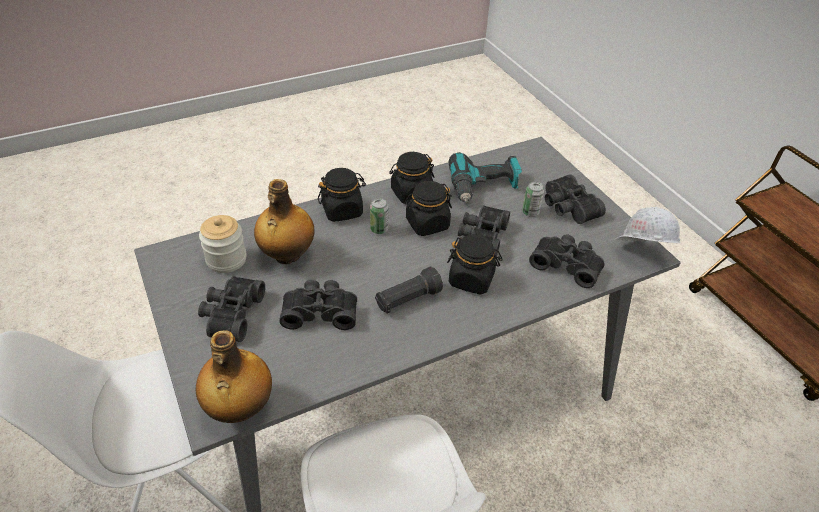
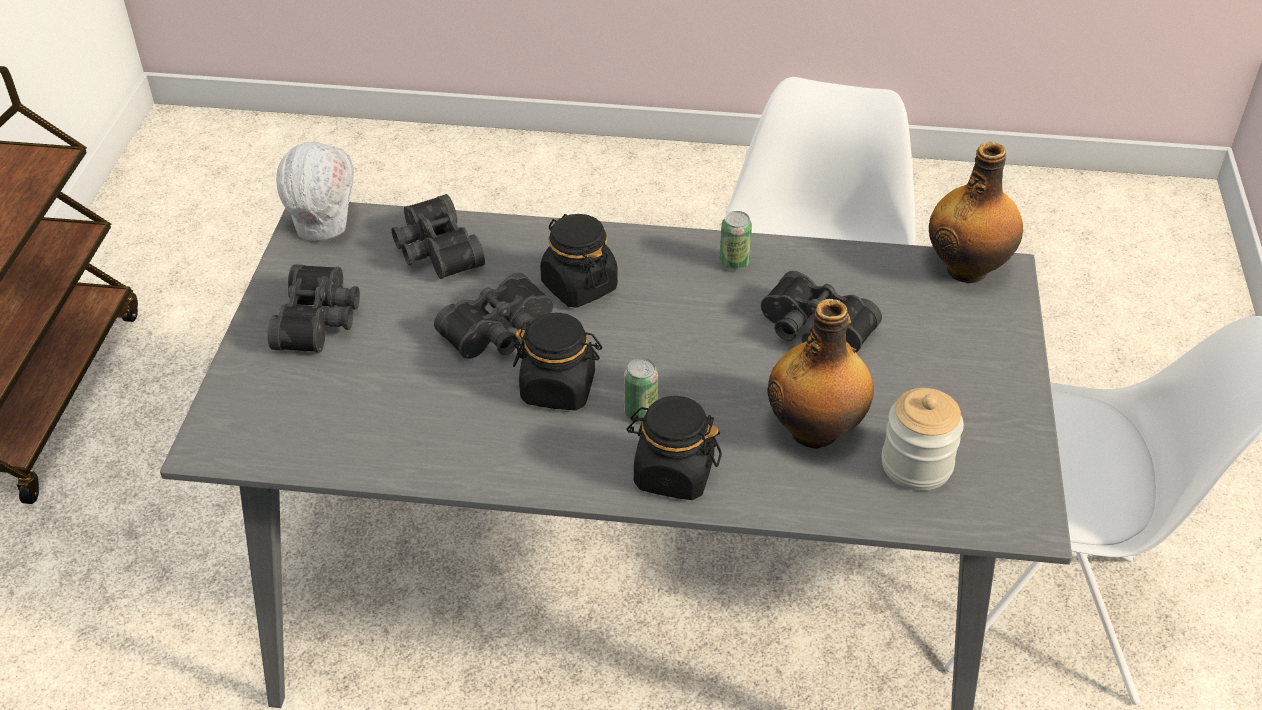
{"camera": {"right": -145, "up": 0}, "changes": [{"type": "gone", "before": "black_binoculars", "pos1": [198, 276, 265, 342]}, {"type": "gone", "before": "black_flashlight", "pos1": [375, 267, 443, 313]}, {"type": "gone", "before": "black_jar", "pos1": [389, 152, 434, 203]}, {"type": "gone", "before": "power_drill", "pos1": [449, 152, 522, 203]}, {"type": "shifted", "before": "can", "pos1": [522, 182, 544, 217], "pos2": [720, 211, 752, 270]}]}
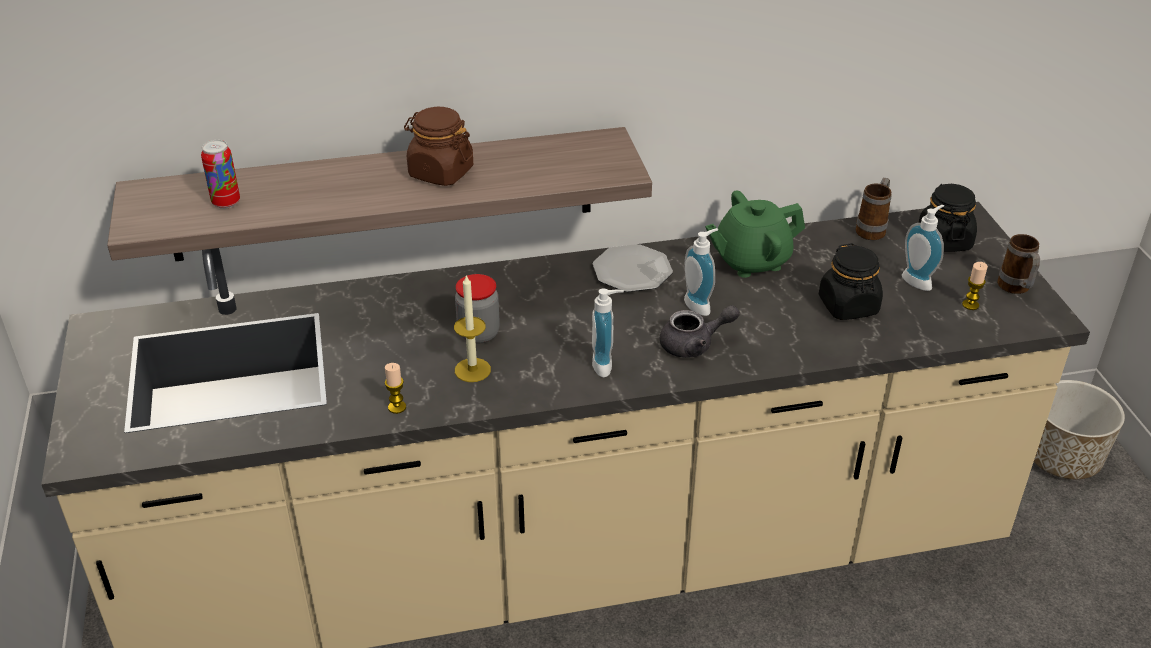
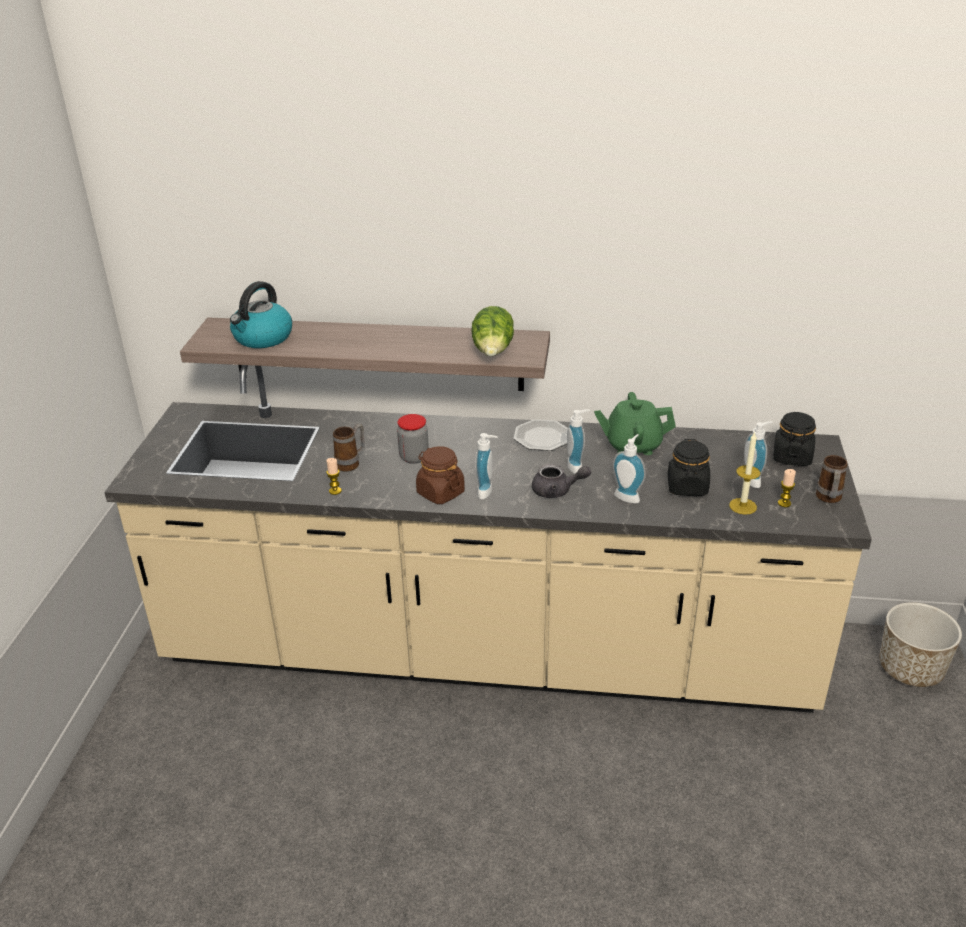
{"camera": {"right": 20, "up": -5}, "changes": [{"type": "new", "after": "lettuce", "pos2": [471, 306, 514, 357]}, {"type": "new", "after": "soap_dispenser", "pos2": [613, 434, 646, 503]}, {"type": "shifted", "before": "brown_jar", "pos1": [404, 107, 473, 186], "pos2": [416, 446, 465, 504]}, {"type": "shifted", "before": "candle", "pos1": [454, 274, 491, 382], "pos2": [729, 432, 760, 515]}, {"type": "shifted", "before": "mug", "pos1": [856, 178, 892, 240], "pos2": [333, 424, 365, 472]}, {"type": "swapped", "before": "can", "after": "kettle", "pos1": [201, 140, 240, 209], "pos2": [230, 281, 292, 348]}]}
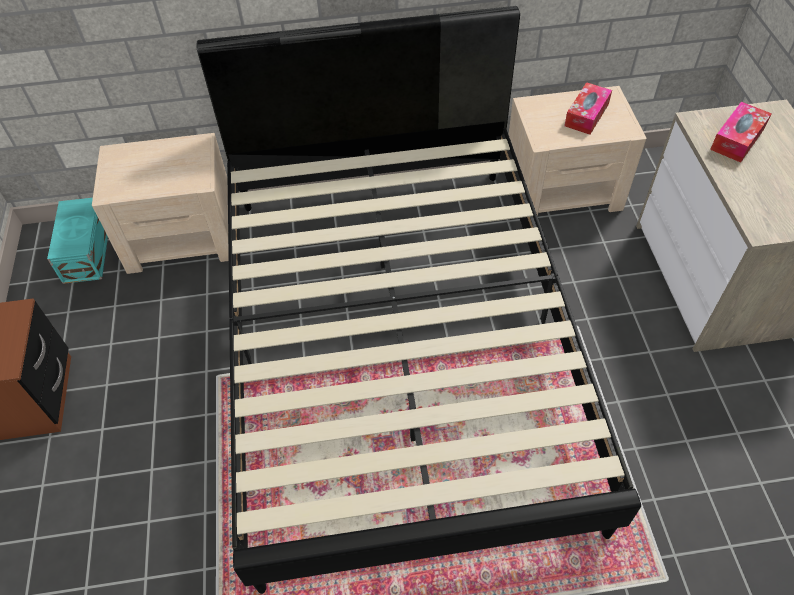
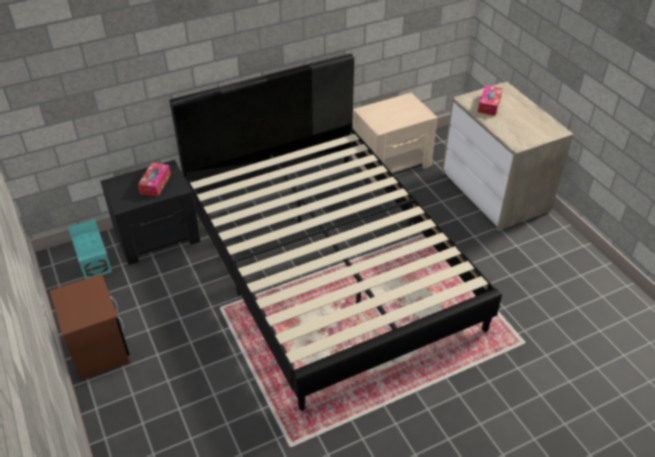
{"camera": {"right": -20, "up": -10}, "changes": [{"type": "shifted", "before": "tissue_box", "pos1": [564, 82, 612, 135], "pos2": [138, 163, 171, 197]}, {"type": "repainted", "before": "beige_nightstand", "after": "black_nightstand", "pos1": [92, 133, 229, 274], "pos2": [100, 160, 200, 265]}]}
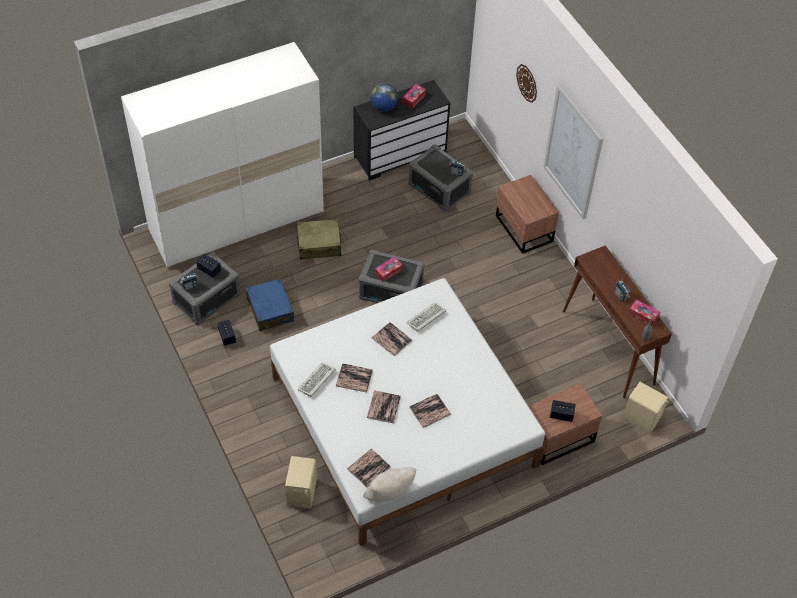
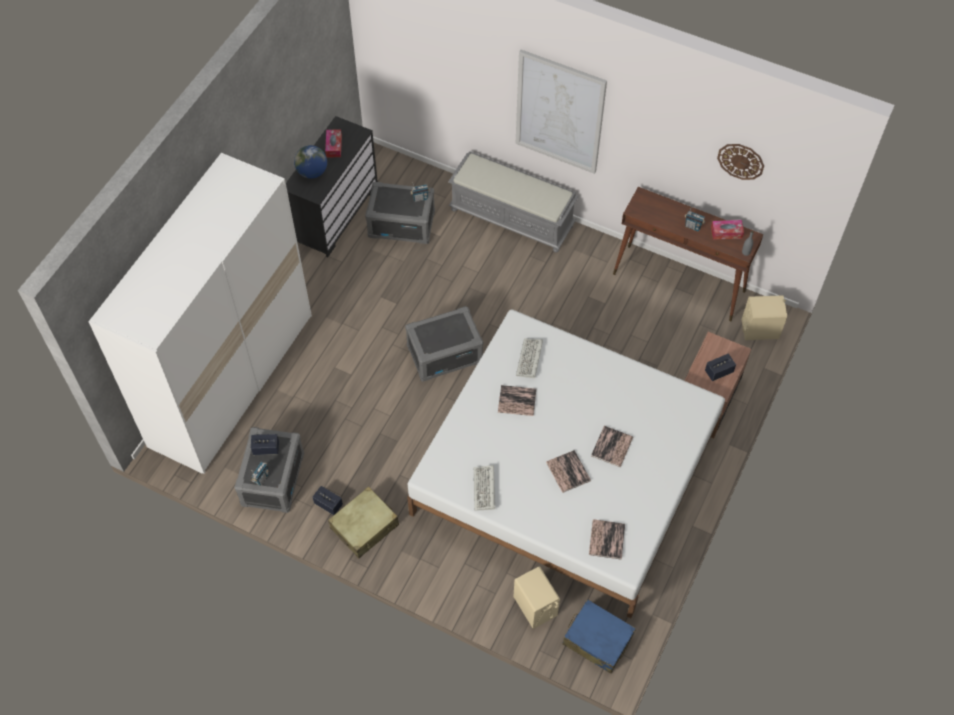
{"camera": {"right": -35, "up": 5}, "changes": [{"type": "gone", "before": "book", "pos1": [336, 363, 373, 393]}, {"type": "gone", "before": "beige_pillow", "pos1": [363, 467, 417, 501]}, {"type": "gone", "before": "tissue_box", "pos1": [375, 256, 403, 282]}, {"type": "shifted", "before": "blue_suitcase", "pos1": [246, 279, 294, 331], "pos2": [562, 599, 636, 674]}, {"type": "shifted", "before": "beige_suitcase", "pos1": [297, 219, 344, 260], "pos2": [328, 486, 399, 558]}, {"type": "shifted", "before": "wall_clock", "pos1": [516, 64, 537, 103], "pos2": [717, 144, 764, 180]}, {"type": "swapped", "before": "brown_nightstand", "after": "grey_bench", "pos1": [496, 175, 559, 254], "pos2": [448, 151, 579, 252]}]}
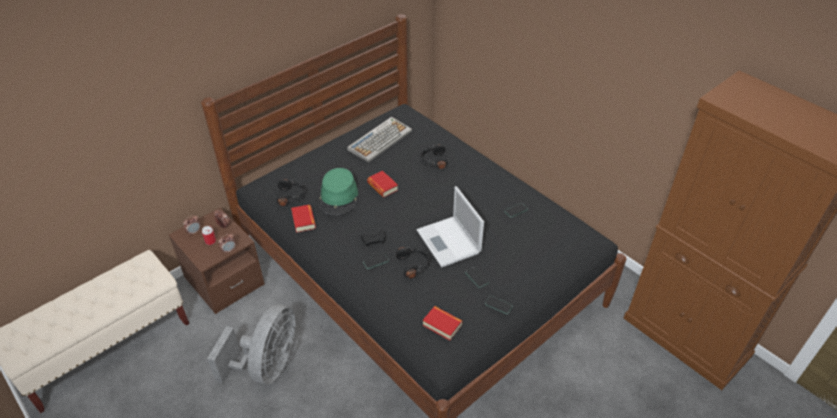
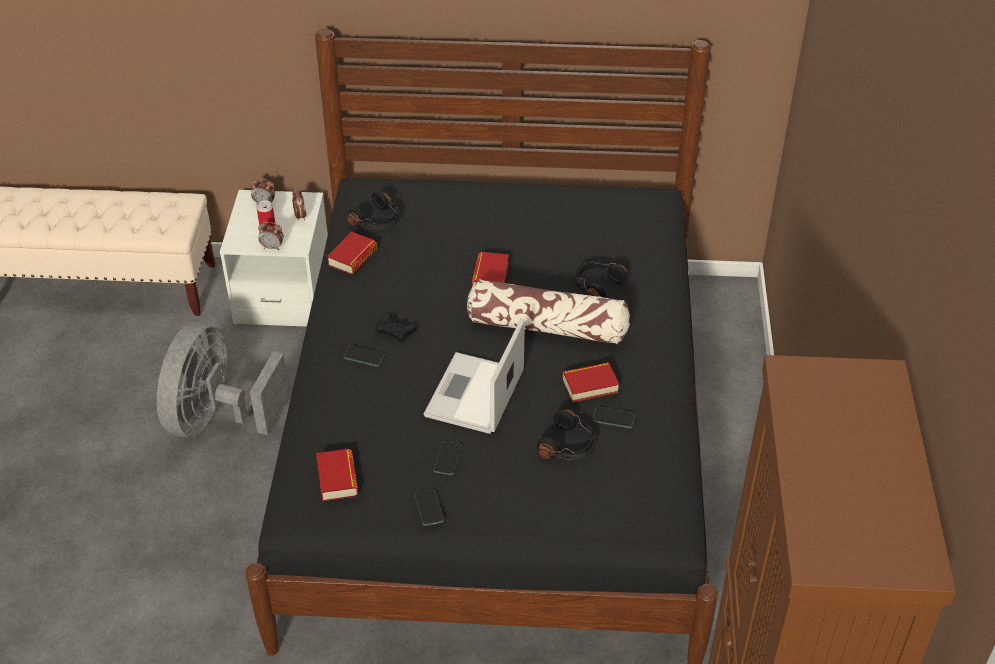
{"camera": {"right": 45, "up": 0}, "changes": [{"type": "gone", "before": "green_hat", "pos1": [319, 168, 358, 216]}, {"type": "gone", "before": "keyboard", "pos1": [347, 117, 412, 163]}, {"type": "new", "after": "pillow", "pos2": [467, 279, 630, 344]}, {"type": "new", "after": "book", "pos2": [562, 362, 619, 403]}, {"type": "shifted", "before": "black_headphones", "pos1": [396, 247, 430, 279], "pos2": [537, 409, 595, 460]}, {"type": "repainted", "before": "brown_nightstand", "after": "white_nightstand", "pos1": [169, 207, 265, 314], "pos2": [220, 190, 328, 327]}, {"type": "rotated", "before": "grey_fan", "pos1": [207, 304, 295, 385], "pos2": [157, 322, 290, 437], "turn": 135}]}
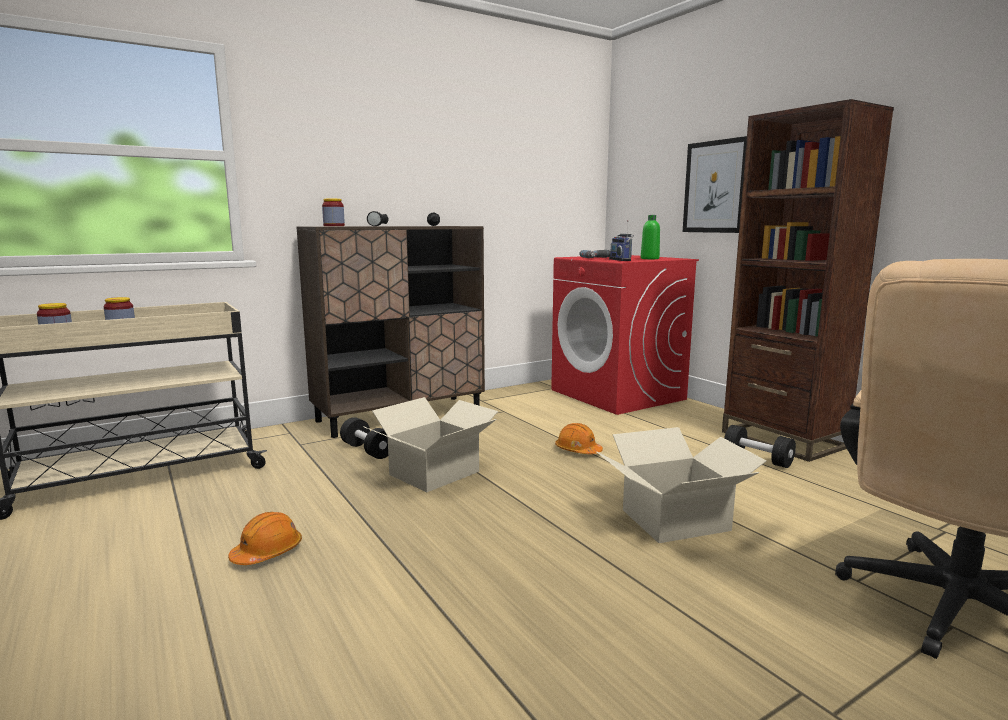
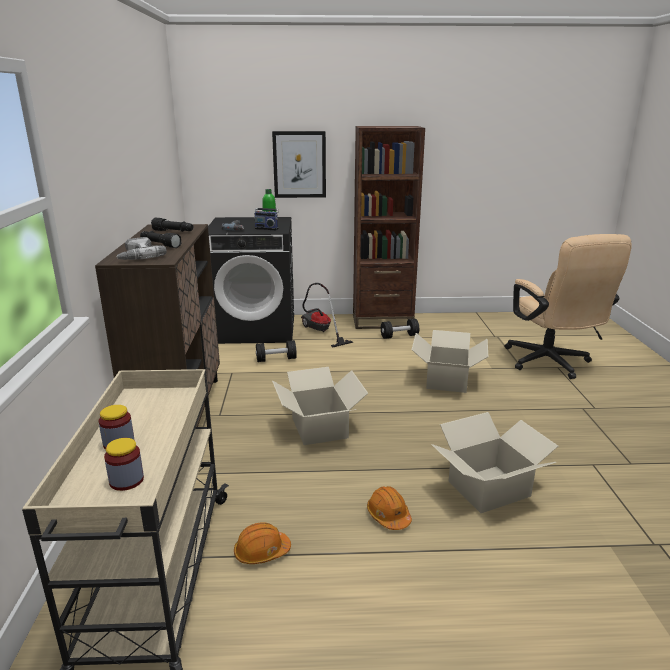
{"camera": {"right": -60, "up": 10}, "changes": [{"type": "new", "after": "vacuum_cleaner", "pos2": [301, 283, 353, 347]}, {"type": "new", "after": "cardboard_box", "pos2": [431, 412, 558, 513]}, {"type": "shifted", "before": "black_dumbbell", "pos1": [340, 417, 388, 459], "pos2": [256, 340, 297, 362]}, {"type": "shifted", "before": "orange_hard_hat", "pos1": [555, 423, 603, 454], "pos2": [234, 522, 291, 564]}, {"type": "swapped", "before": "jar", "after": "power_drill", "pos1": [322, 199, 345, 226], "pos2": [117, 237, 166, 260]}, {"type": "repainted", "before": "red_washing_machine", "after": "black_washing_machine", "pos1": [551, 255, 699, 415], "pos2": [208, 217, 294, 344]}]}
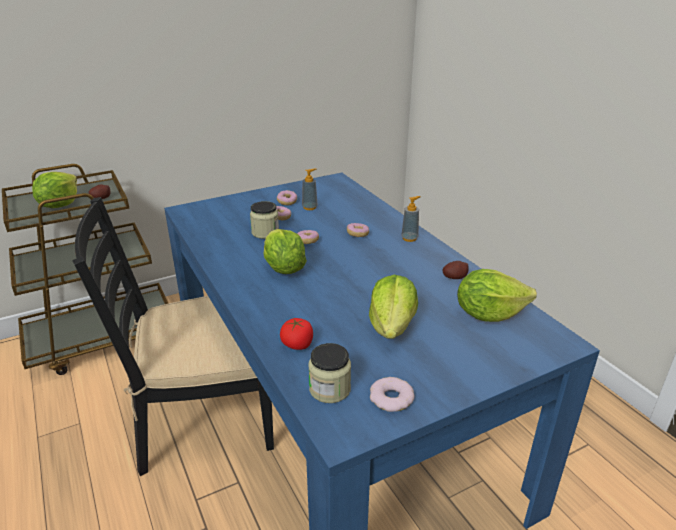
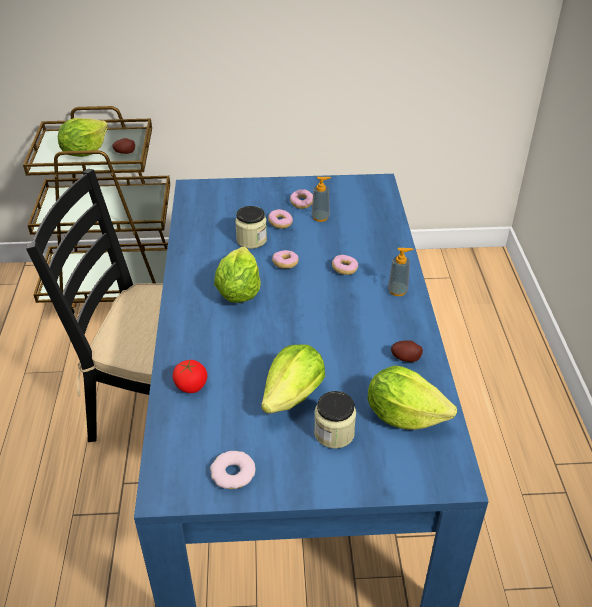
{"camera": {"right": 25, "up": 10}, "changes": [{"type": "shifted", "before": "jar", "pos1": [308, 343, 351, 403], "pos2": [314, 391, 356, 449]}]}
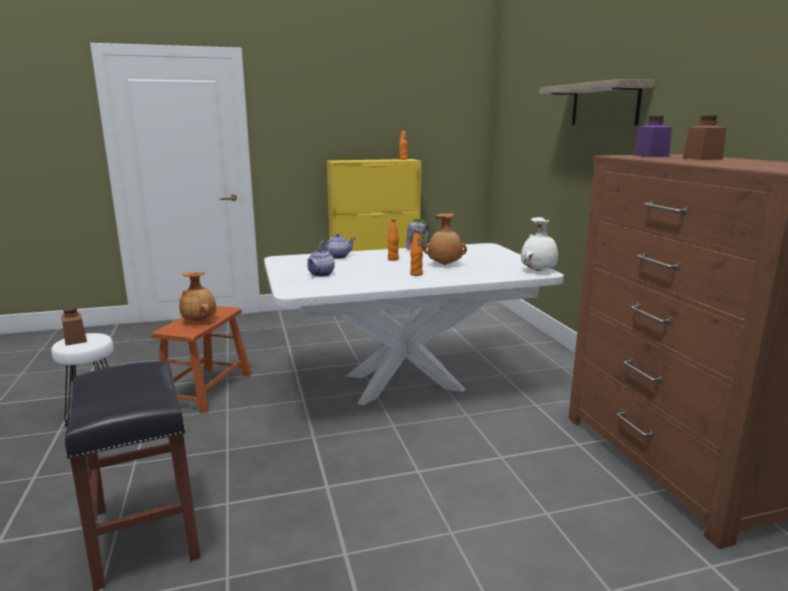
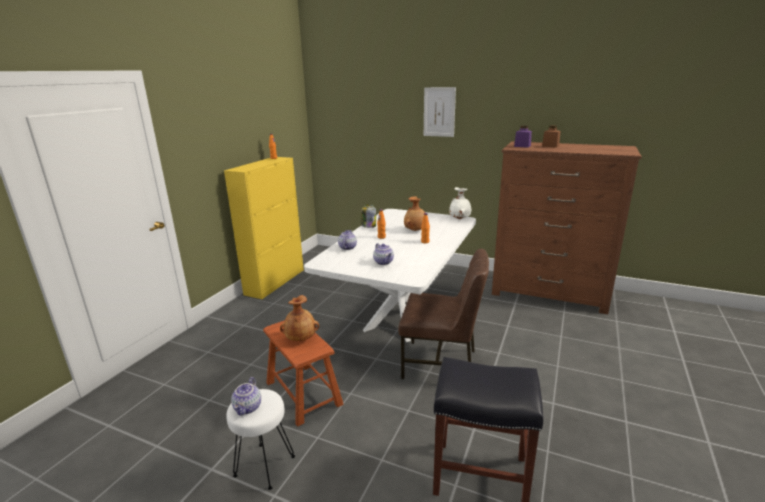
{"camera": {"right": -50, "up": 5}, "changes": [{"type": "new", "after": "brown_chair", "pos2": [398, 249, 489, 379]}, {"type": "swapped", "before": "brown_jar", "after": "teapot", "pos1": [61, 307, 87, 346], "pos2": [231, 377, 261, 416]}, {"type": "swapped", "before": "shelf", "after": "picture", "pos1": [539, 79, 654, 125], "pos2": [424, 87, 456, 137]}]}
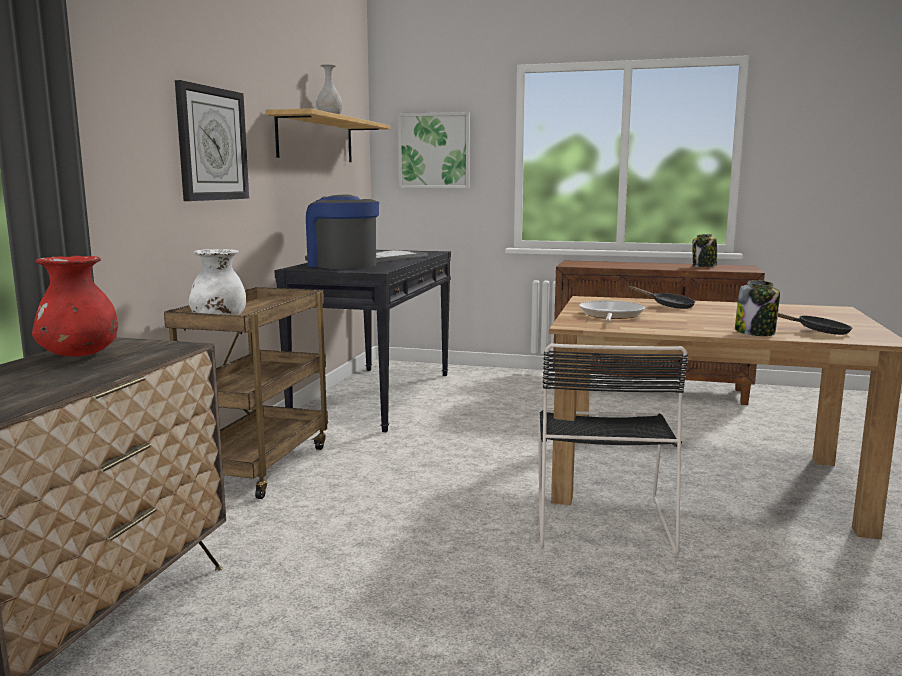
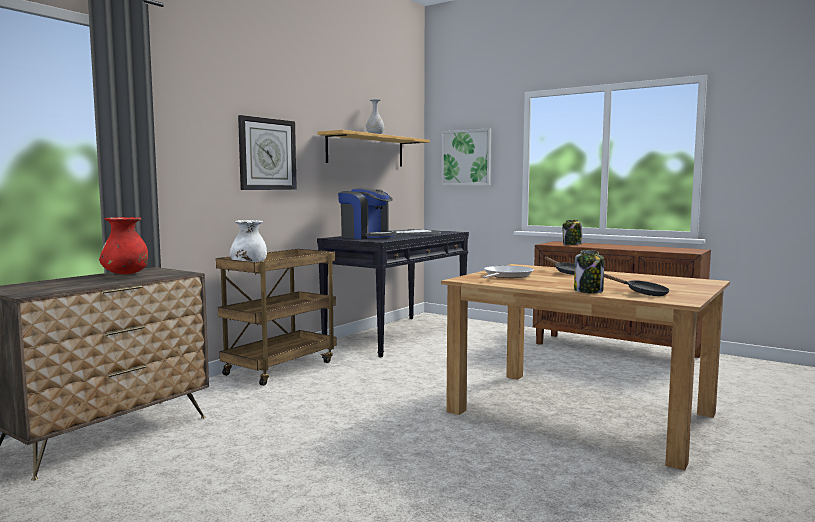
{"camera": {"right": 20, "up": -5}, "changes": [{"type": "gone", "before": "black_chair", "pos1": [538, 343, 688, 556]}, {"type": "shifted", "before": "jar", "pos1": [693, 234, 717, 267], "pos2": [562, 220, 583, 245]}, {"type": "rotated", "before": "coffee_machine", "pos1": [305, 195, 379, 269], "pos2": [338, 188, 396, 239], "turn": 150}]}
